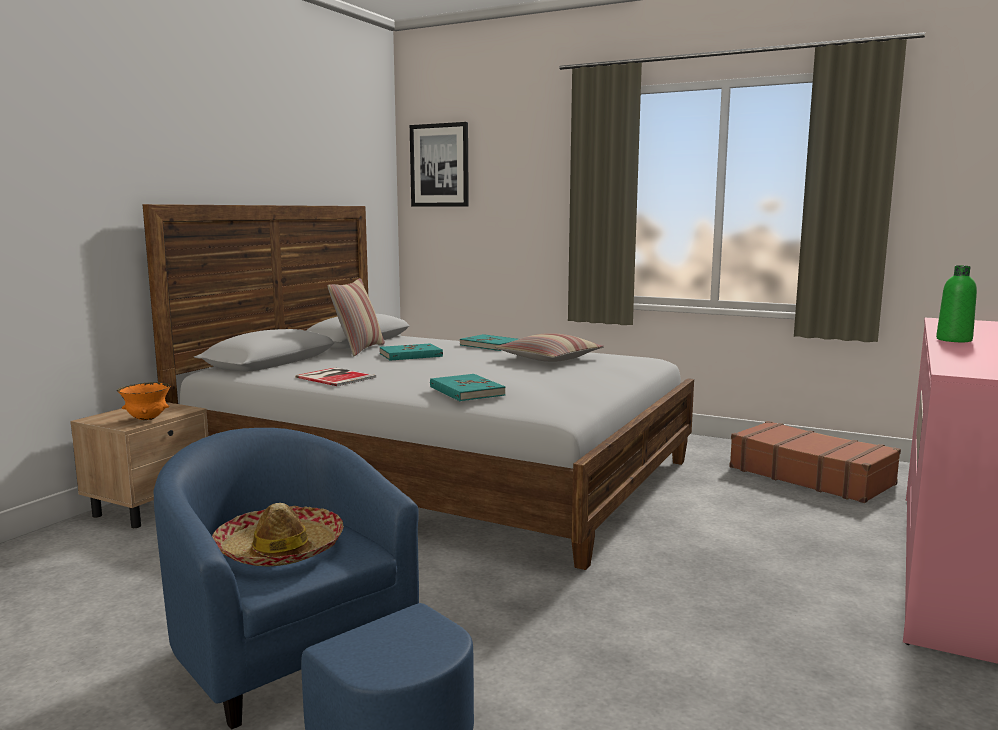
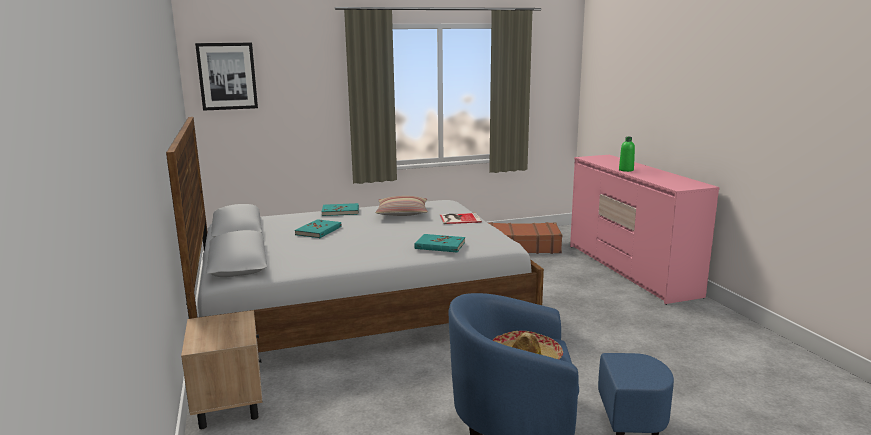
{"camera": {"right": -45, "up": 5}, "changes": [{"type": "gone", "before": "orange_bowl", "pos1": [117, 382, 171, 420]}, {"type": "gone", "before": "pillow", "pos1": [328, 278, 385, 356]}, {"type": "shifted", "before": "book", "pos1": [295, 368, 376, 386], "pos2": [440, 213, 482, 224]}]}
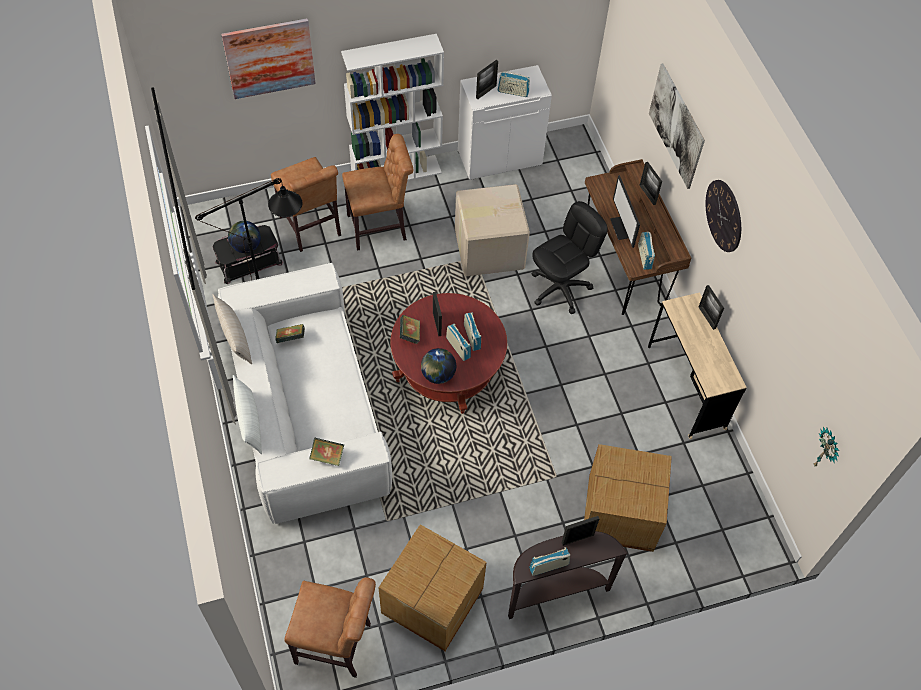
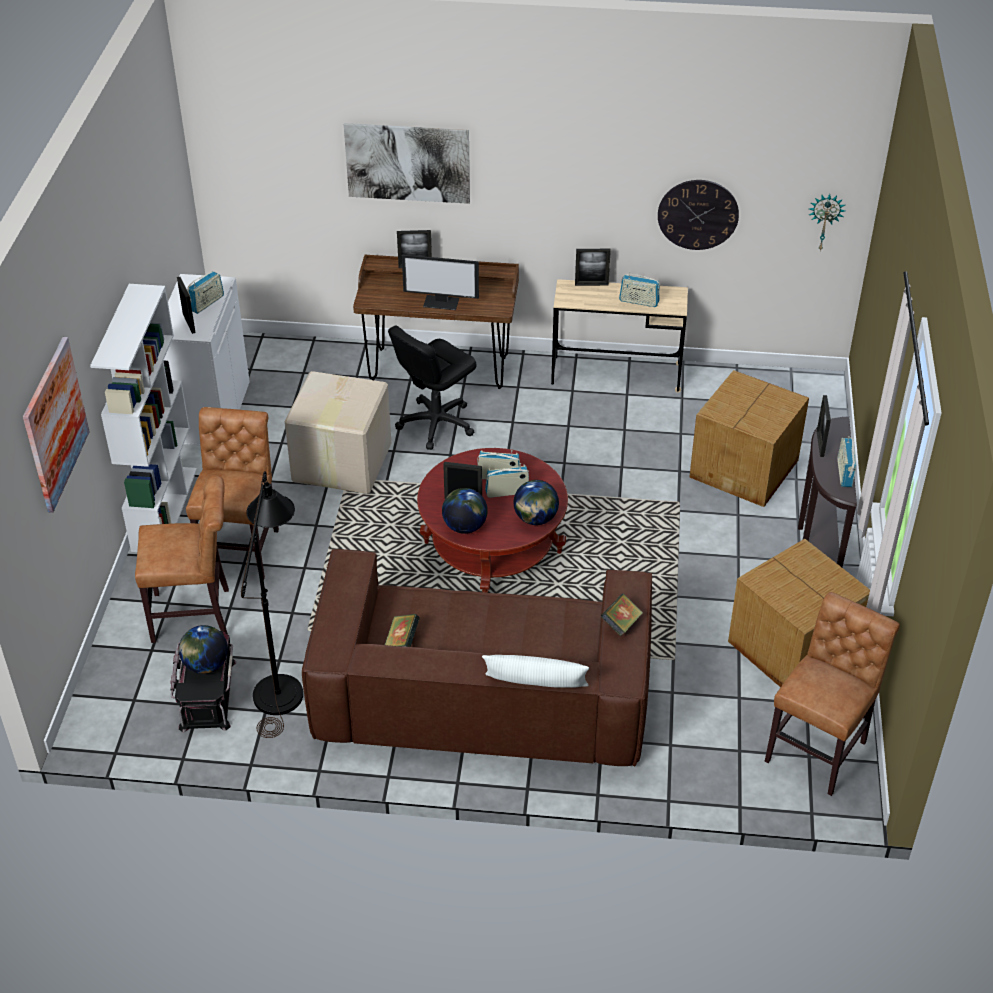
{"camera": {"right": -65, "up": -15}, "changes": [{"type": "gone", "before": "beige_pillow", "pos1": [213, 294, 252, 364]}, {"type": "shifted", "before": "radio", "pos1": [638, 231, 655, 270], "pos2": [619, 272, 660, 307]}, {"type": "shifted", "before": "wall_clock", "pos1": [706, 180, 741, 252], "pos2": [658, 180, 739, 250]}, {"type": "swapped", "before": "book", "after": "globe", "pos1": [400, 315, 420, 344], "pos2": [442, 488, 488, 534]}, {"type": "repainted", "before": "white_sofa", "after": "brown_sofa", "pos1": [218, 263, 392, 524], "pos2": [302, 549, 652, 766]}, {"type": "rotated", "before": "black_office_chair", "pos1": [532, 201, 608, 314], "pos2": [388, 325, 477, 450], "turn": -120}]}
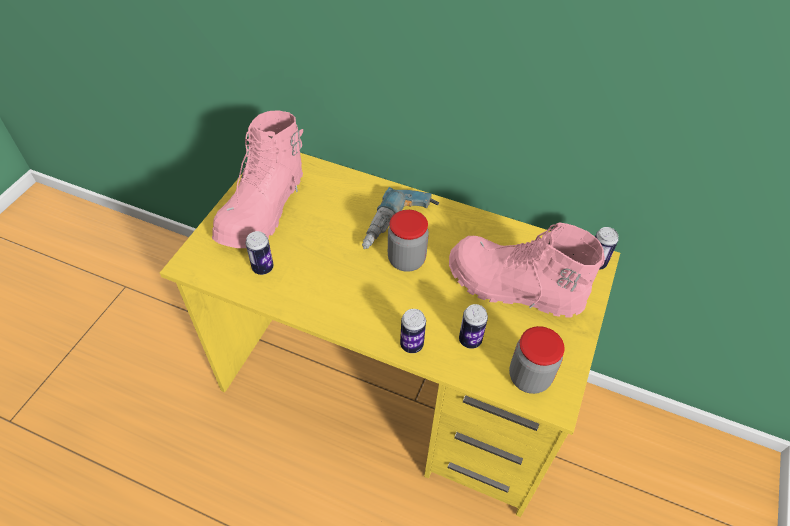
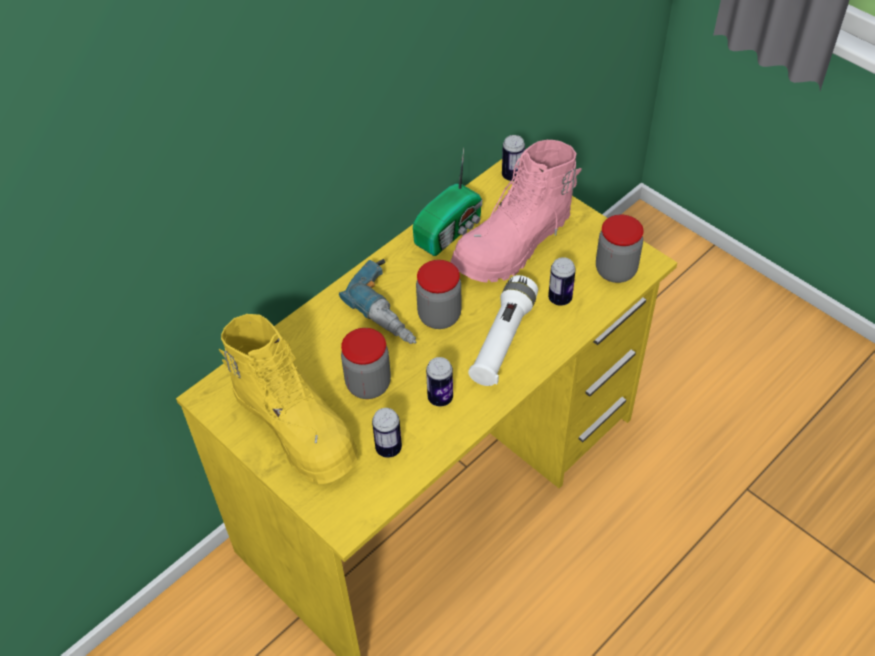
{"camera": {"right": -65, "up": 0}, "changes": [{"type": "new", "after": "jar", "pos2": [341, 328, 391, 399]}, {"type": "new", "after": "radio", "pos2": [413, 147, 482, 256]}, {"type": "new", "after": "white_flashlight", "pos2": [468, 275, 538, 386]}, {"type": "shifted", "before": "can", "pos1": [400, 309, 426, 353], "pos2": [426, 357, 453, 406]}, {"type": "repainted", "before": "pink_boot", "after": "yellow_boot", "pos1": [212, 110, 303, 248], "pos2": [219, 314, 359, 484]}]}
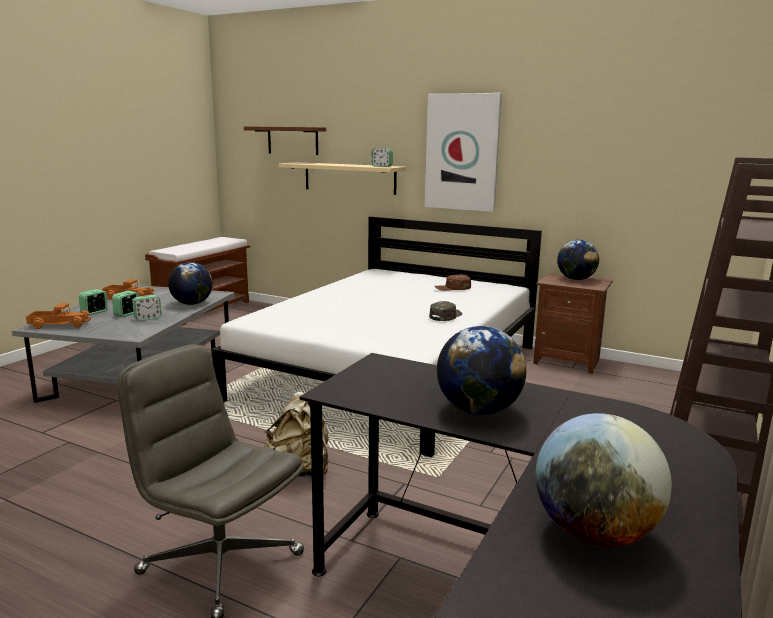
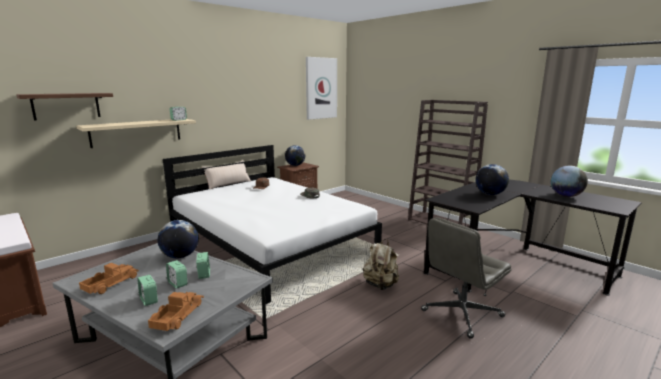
{"camera": {"right": -70, "up": 0}, "changes": [{"type": "new", "after": "beige_pillow", "pos2": [202, 160, 251, 190]}, {"type": "shifted", "before": "picture", "pos1": [425, 93, 502, 212], "pos2": [306, 57, 337, 120]}]}
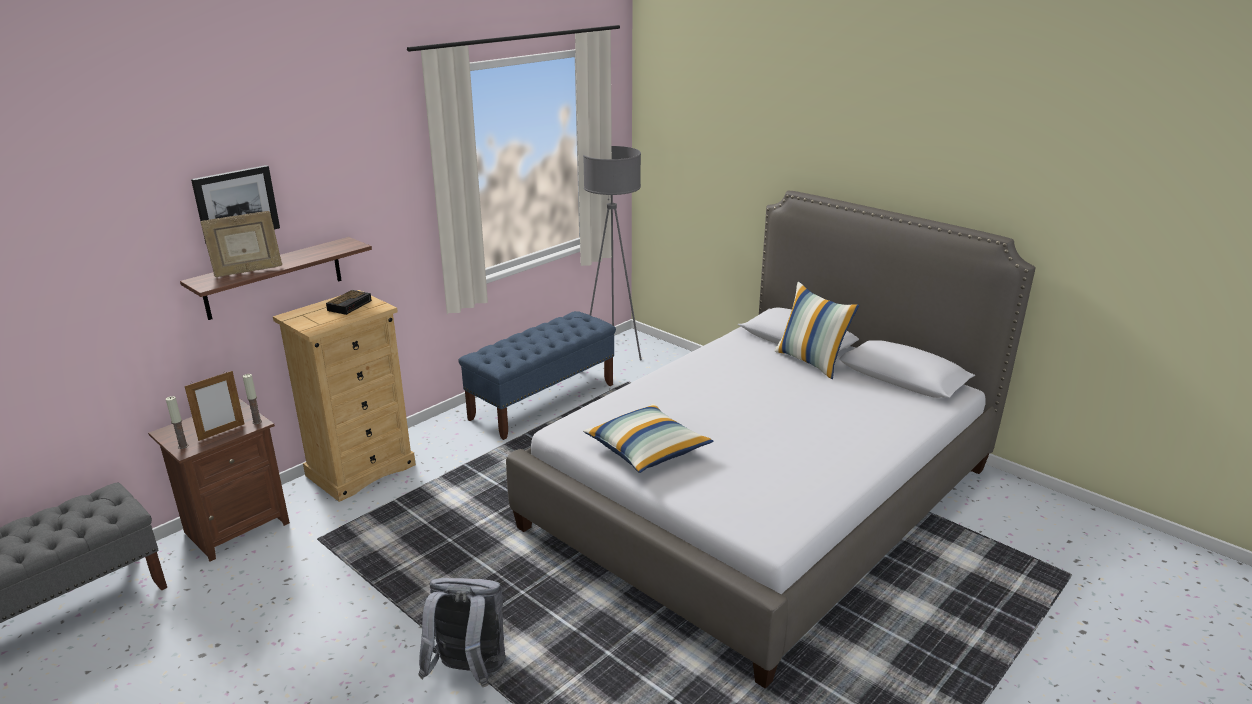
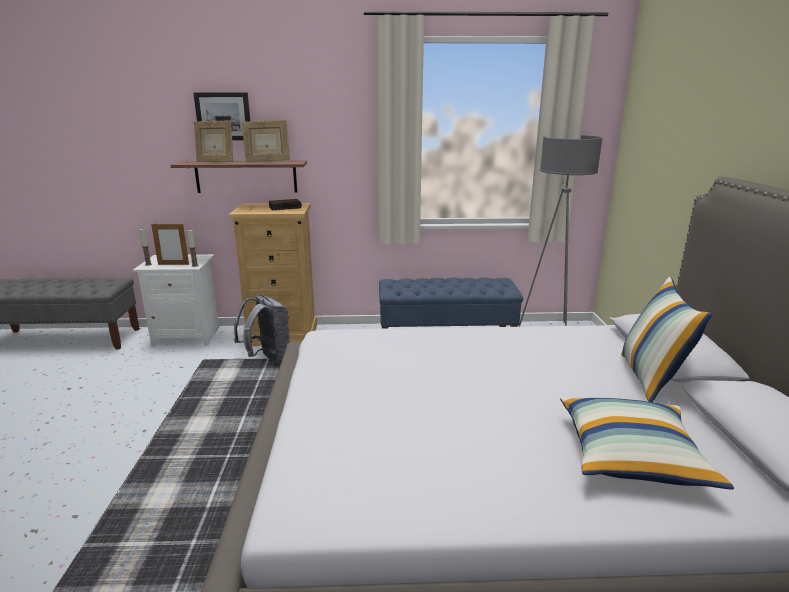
{"camera": {"right": 45, "up": -5}, "changes": [{"type": "new", "after": "picture_frame", "pos2": [242, 120, 290, 162]}, {"type": "shifted", "before": "grey_backpack", "pos1": [419, 578, 506, 687], "pos2": [234, 294, 290, 363]}, {"type": "shifted", "before": "pillow", "pos1": [583, 404, 713, 473], "pos2": [560, 397, 734, 490]}, {"type": "repainted", "before": "brown_nightstand", "after": "white_nightstand", "pos1": [148, 399, 290, 562], "pos2": [133, 254, 219, 347]}]}
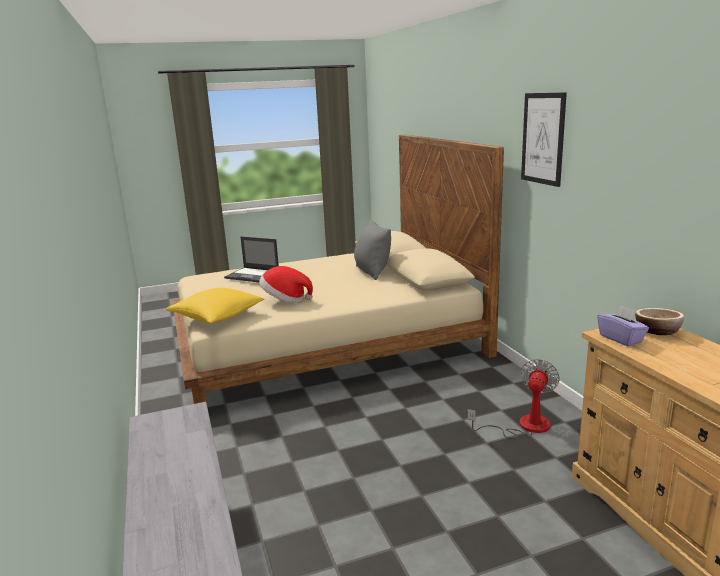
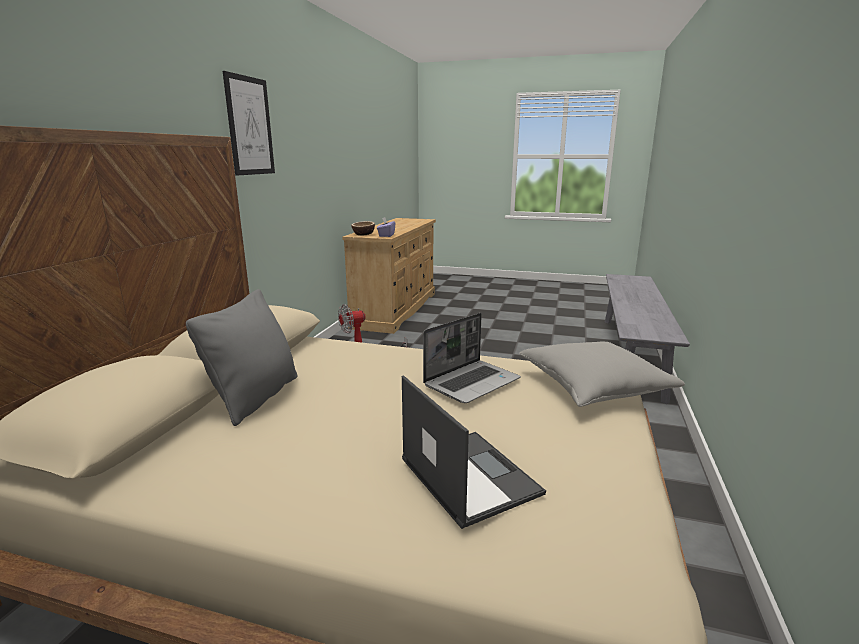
{"camera": {"right": -145, "up": 0}, "changes": [{"type": "swapped", "before": "hat", "after": "laptop", "pos1": [259, 266, 313, 303], "pos2": [423, 313, 521, 403]}, {"type": "repainted", "before": "yellow_pillow", "after": "grey_pillow", "pos1": [165, 288, 264, 323], "pos2": [519, 342, 685, 407]}]}
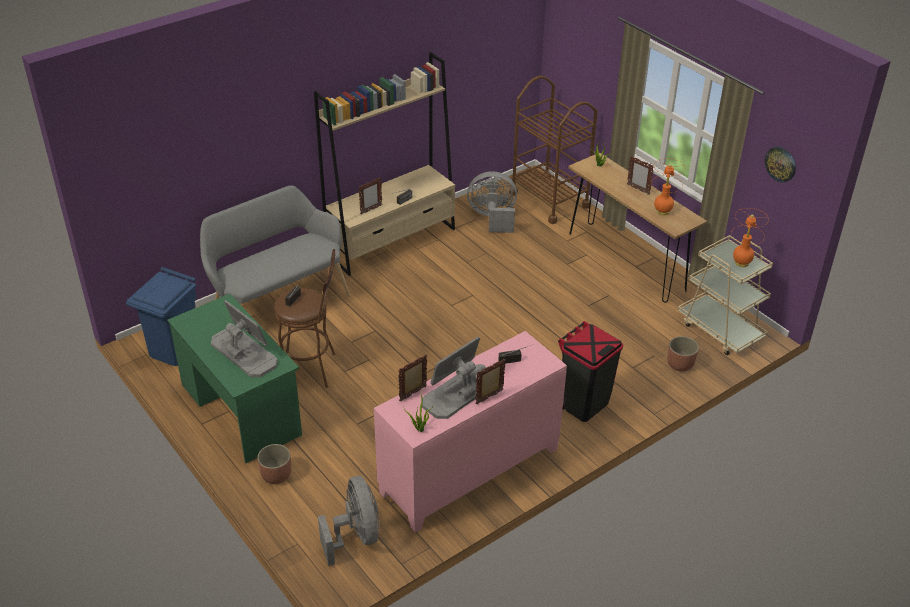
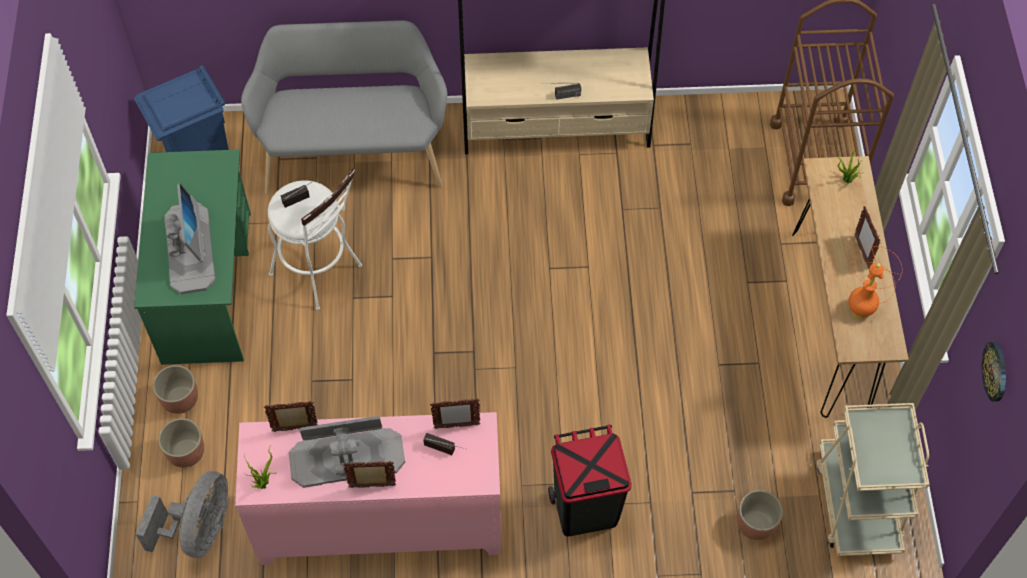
{"camera": {"right": 35, "up": 20}, "changes": [{"type": "gone", "before": "grey_fan", "pos1": [467, 171, 517, 233]}, {"type": "gone", "before": "orange_table_lamp", "pos1": [731, 208, 769, 267]}, {"type": "new", "after": "planter", "pos2": [158, 418, 204, 468]}, {"type": "shifted", "before": "picture_frame", "pos1": [358, 177, 382, 215], "pos2": [430, 398, 480, 429]}, {"type": "repainted", "before": "brown_stool", "after": "white_stool", "pos1": [274, 249, 335, 388], "pos2": [268, 168, 362, 310]}]}
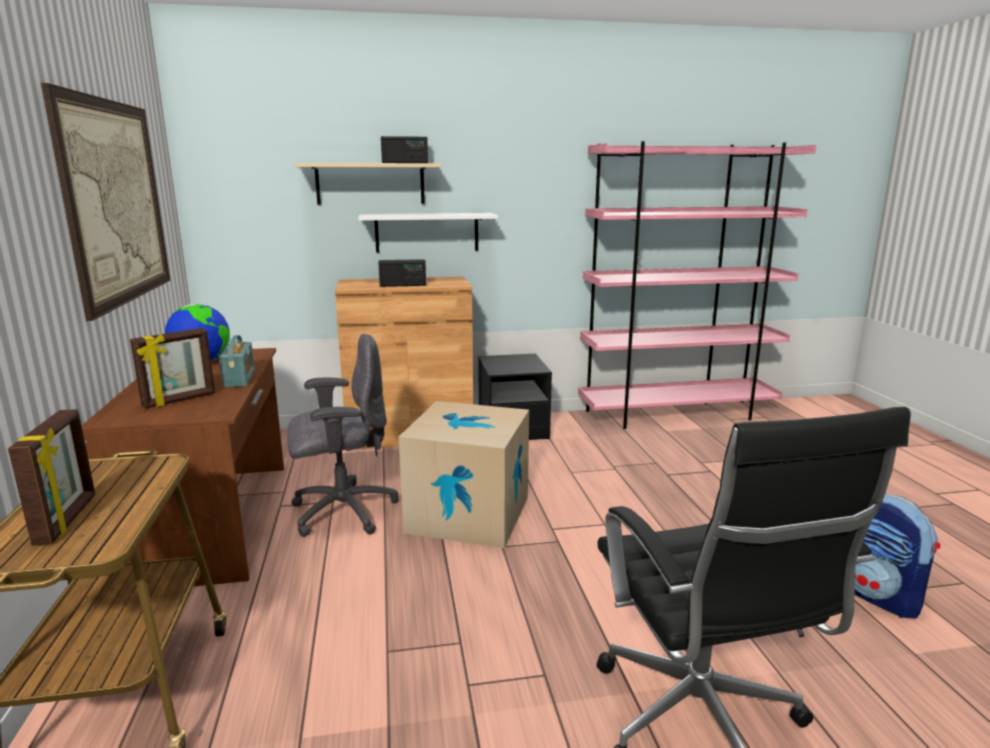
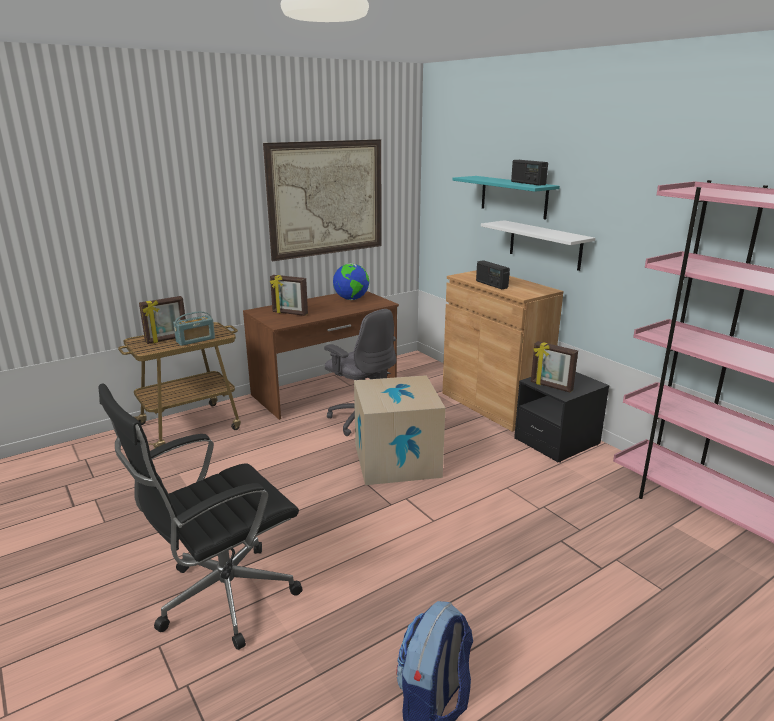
{"camera": {"right": 65, "up": 5}, "changes": [{"type": "new", "after": "picture_frame", "pos2": [531, 341, 578, 392]}, {"type": "shifted", "before": "radio", "pos1": [219, 335, 255, 388], "pos2": [173, 312, 215, 346]}, {"type": "repainted", "before": "beige_shelf", "after": "turquoise_shelf", "pos1": [294, 163, 441, 205], "pos2": [453, 176, 560, 220]}]}
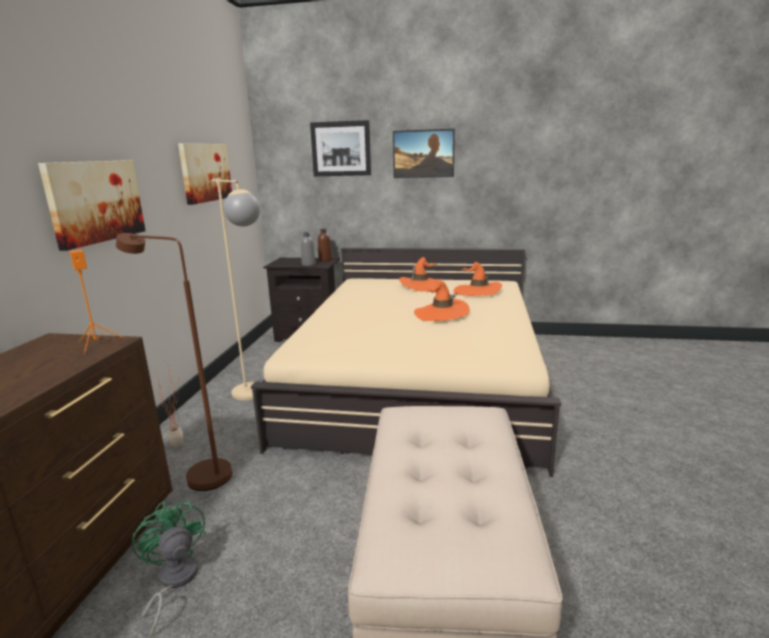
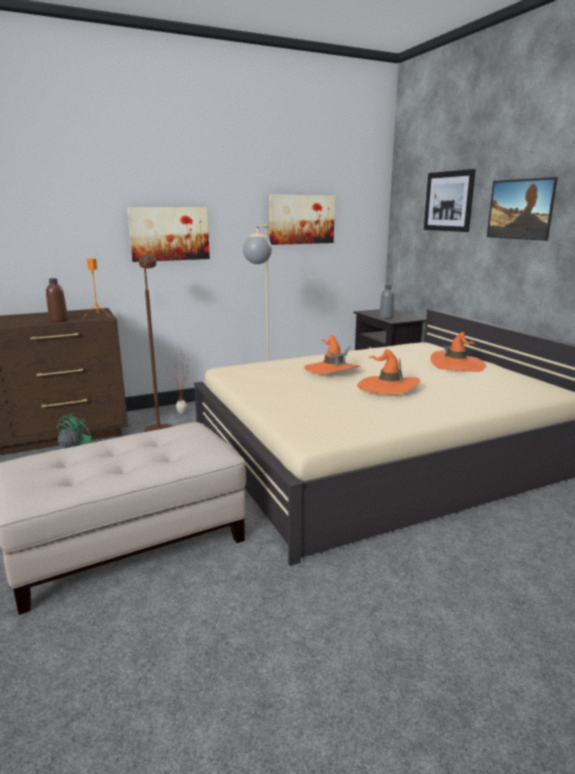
{"camera": {"right": 55, "up": 0}, "changes": [{"type": "shifted", "before": "brown_bottle", "pos1": [318, 229, 332, 261], "pos2": [46, 278, 68, 322]}, {"type": "shifted", "before": "orange_hat", "pos1": [453, 262, 502, 296], "pos2": [304, 335, 360, 374]}]}
